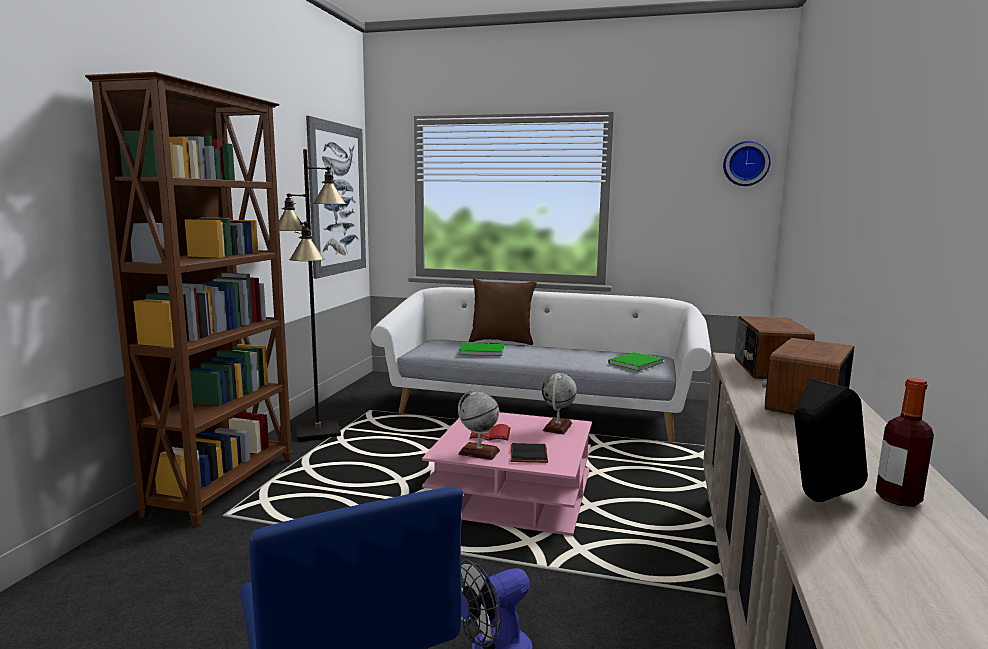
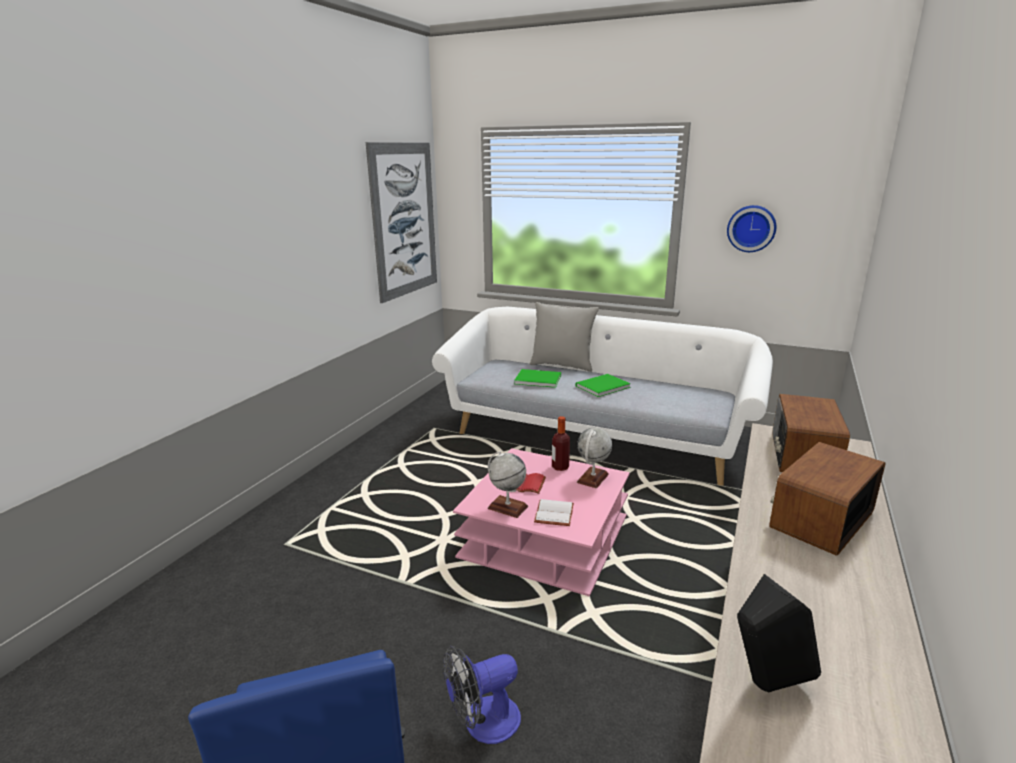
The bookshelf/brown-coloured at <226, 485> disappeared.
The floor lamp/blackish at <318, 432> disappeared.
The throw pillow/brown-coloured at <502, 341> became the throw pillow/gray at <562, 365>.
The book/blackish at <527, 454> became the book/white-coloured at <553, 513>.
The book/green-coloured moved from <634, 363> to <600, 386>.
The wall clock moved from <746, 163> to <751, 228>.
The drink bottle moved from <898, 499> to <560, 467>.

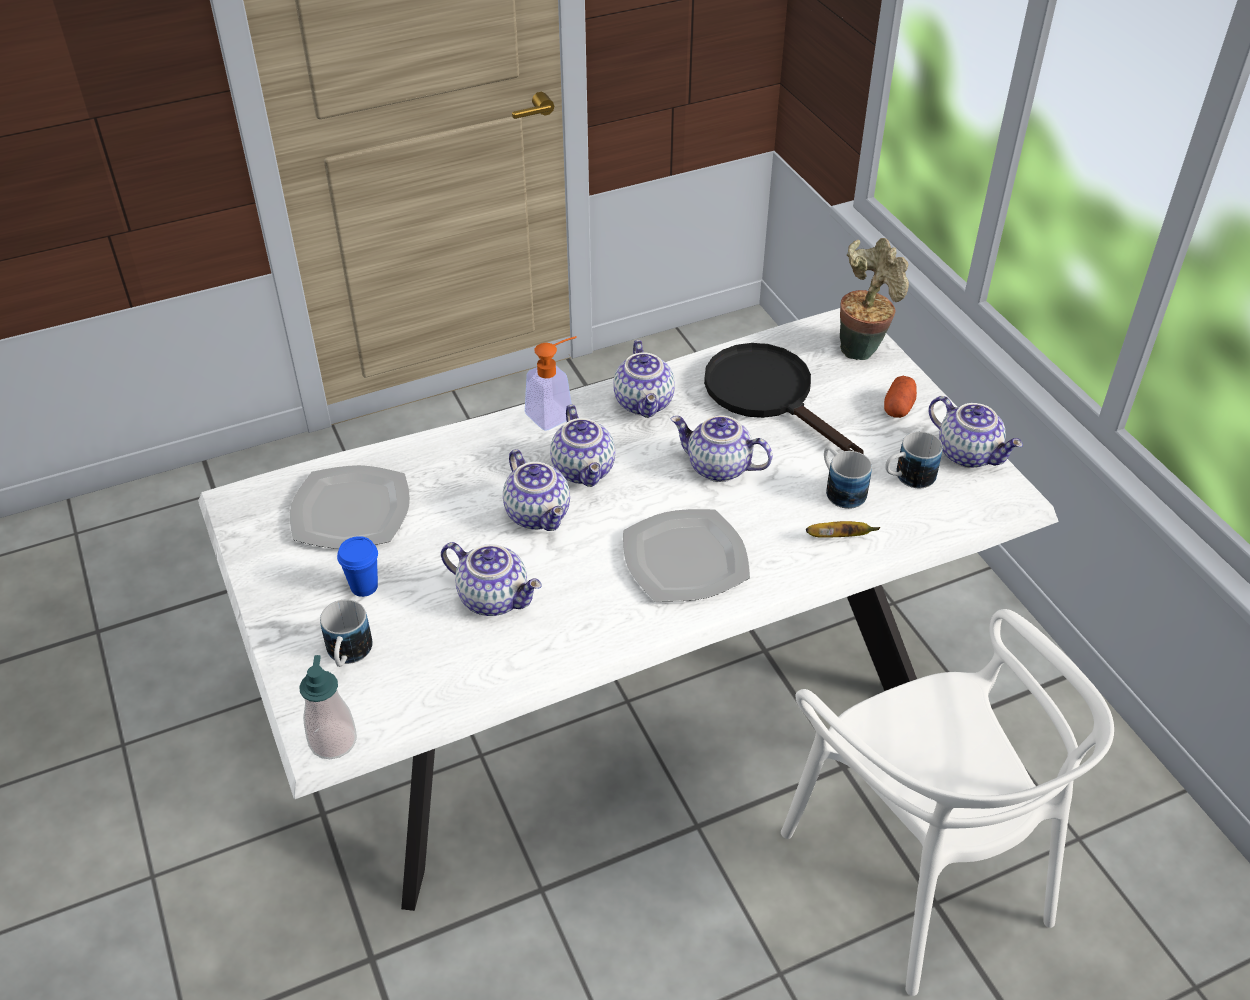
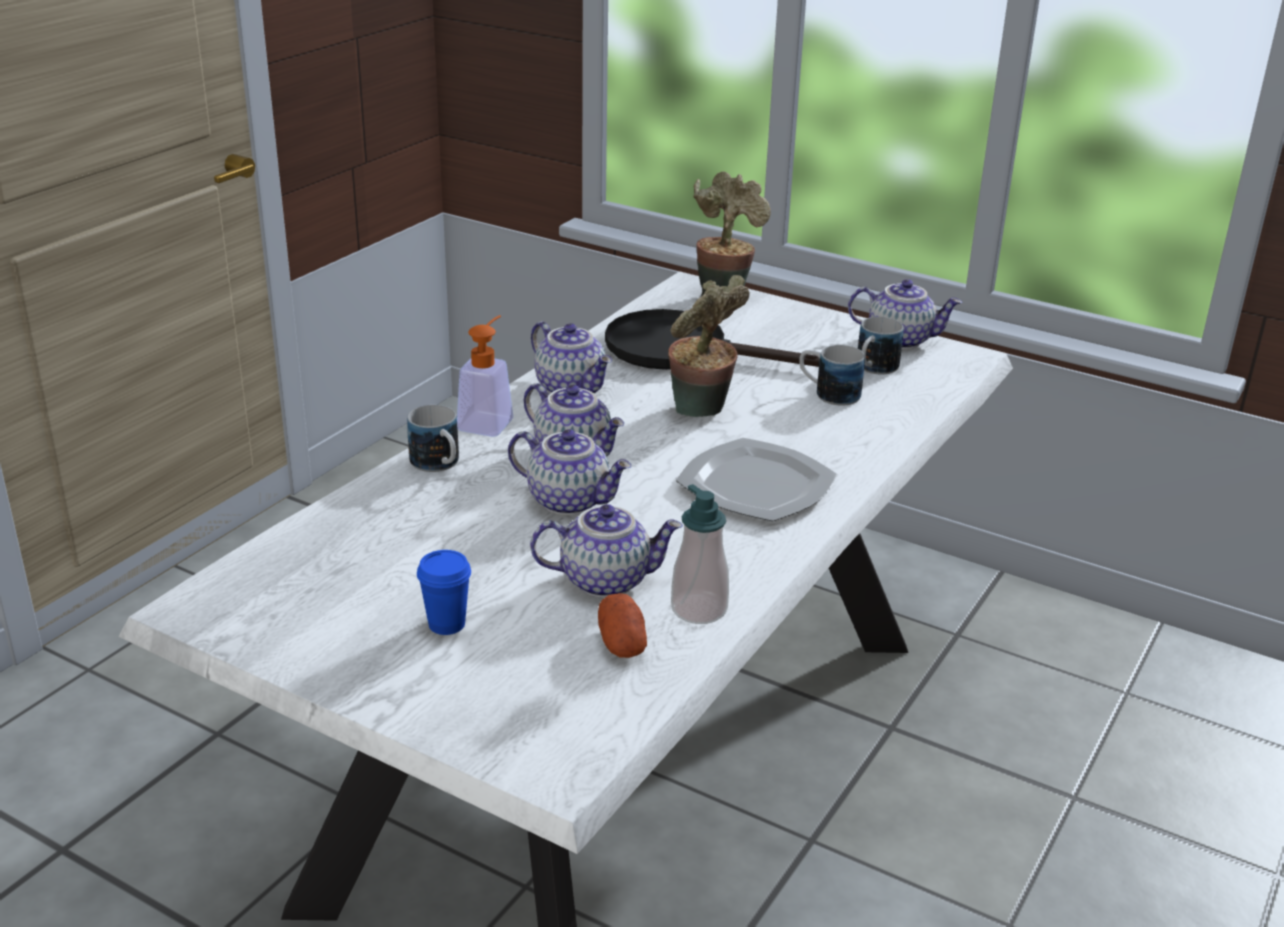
The dinner plate at <350, 510> disappeared.
The soap bottle moved from <333, 741> to <699, 609>.
The mug moved from <348, 655> to <439, 465>.
The teapot at <717, 468> was replaced by the plant in a pot at <702, 413>.
The plain chair/white-coloured at <919, 869> disappeared.
The banana fruit at <839, 537> disappeared.
The whole potato moved from <898, 407> to <622, 643>.

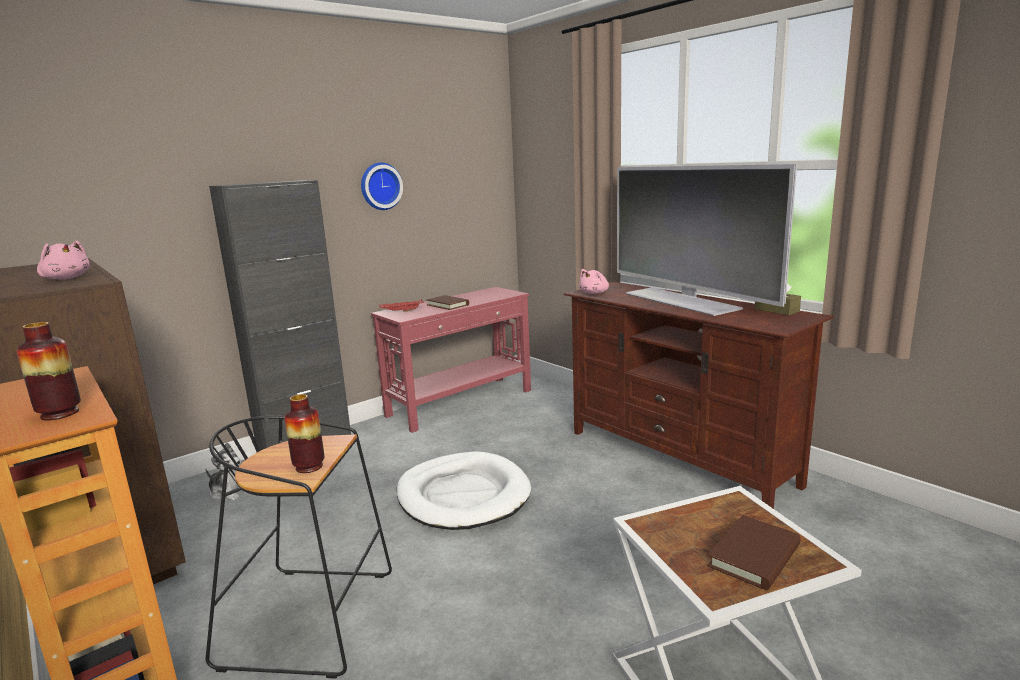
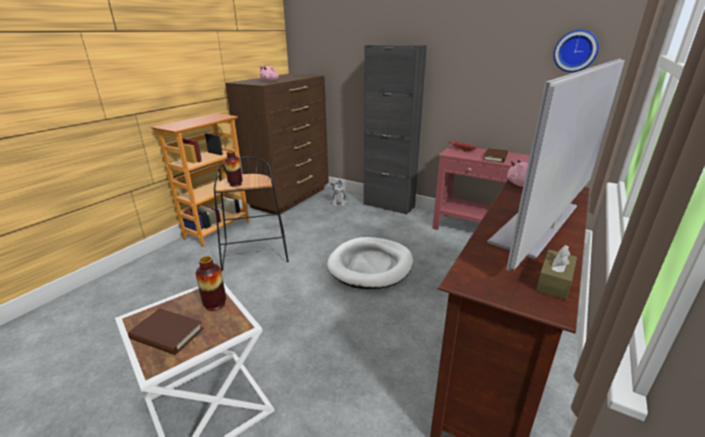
The decorative vase moved from <60, 414> to <215, 304>.
The wall clock moved from <380, 186> to <575, 51>.

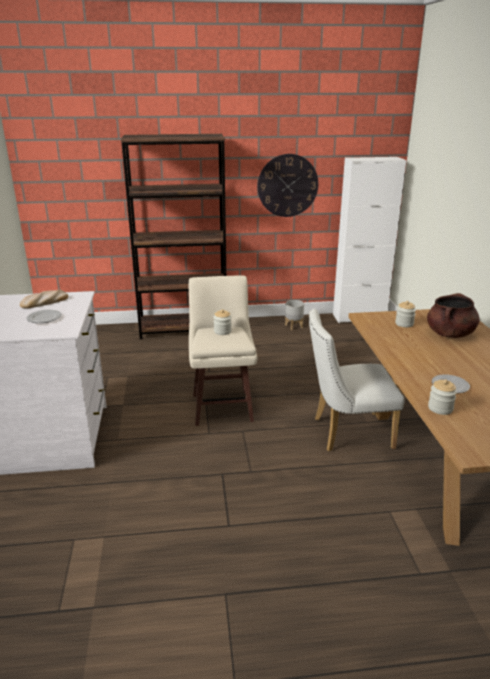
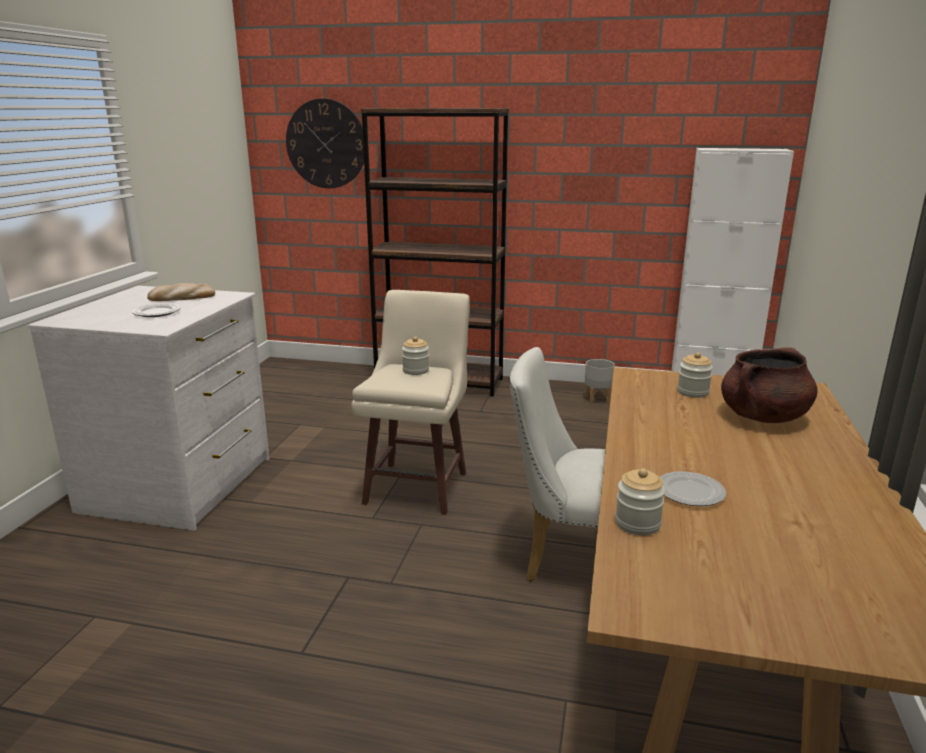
The wall clock moved from <287, 185> to <326, 144>.

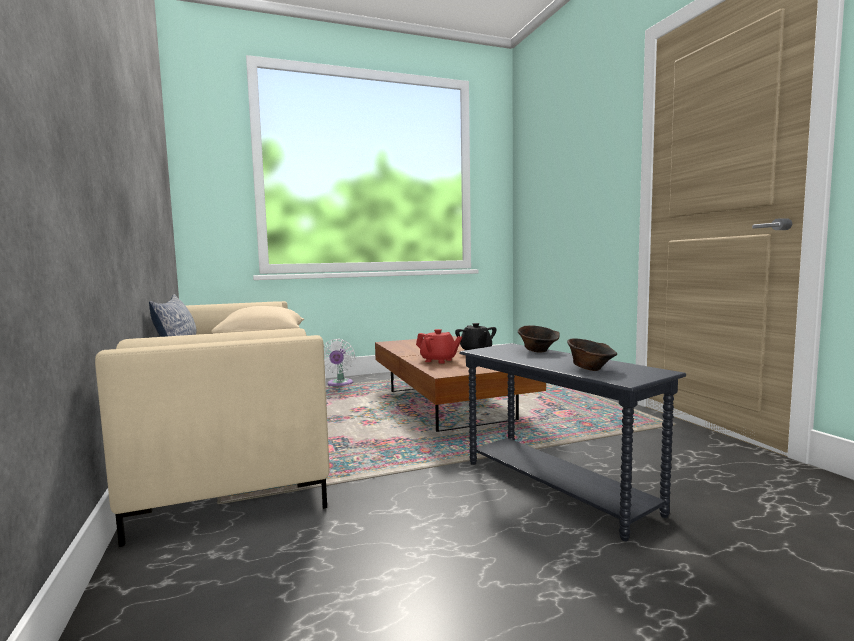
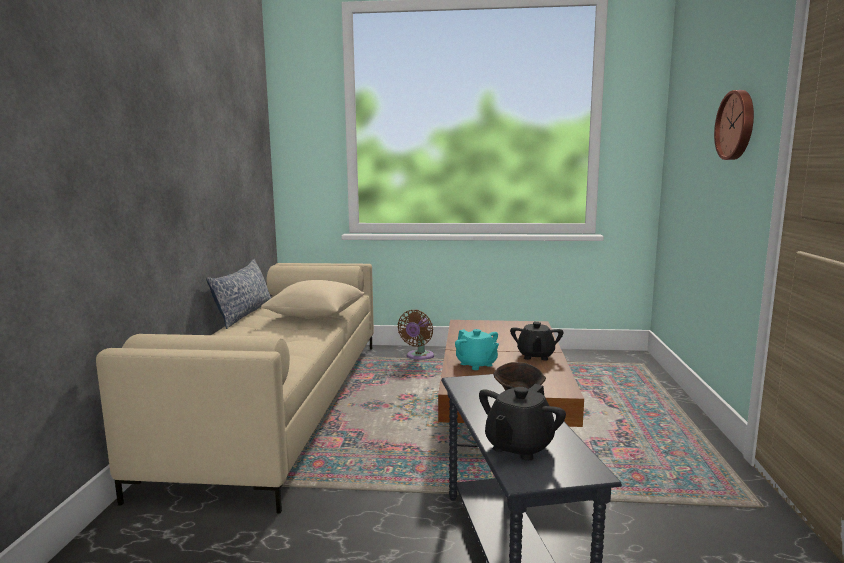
The electric fan/white-coloured at <339, 384> became the electric fan/brown-coloured at <418, 357>.
The teapot/red at <438, 360> became the teapot/turquoise at <476, 364>.
The deep dish/brown-coloured at <590, 369> was replaced by the teapot/blackish at <518, 446>.
The wall clock at <737, 125> appeared.

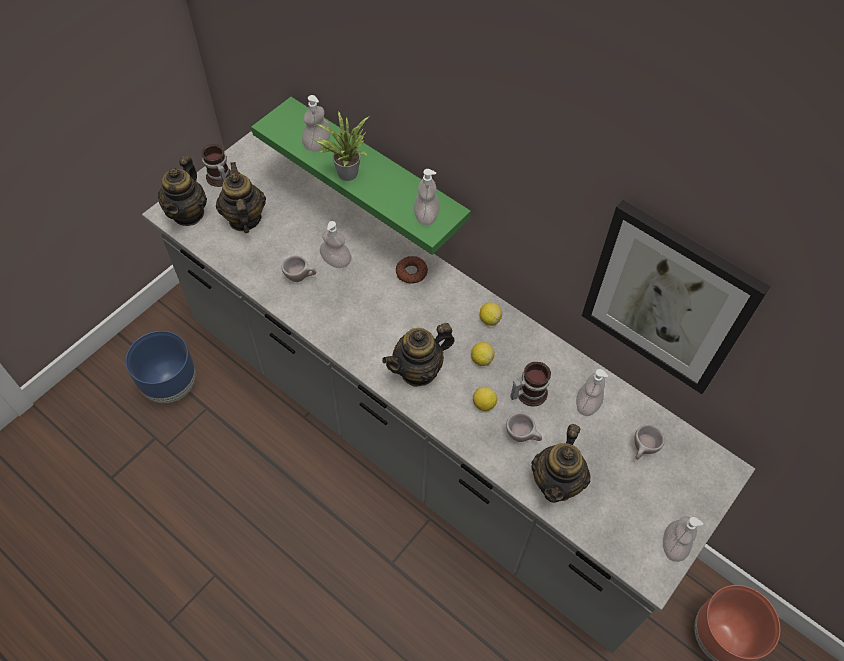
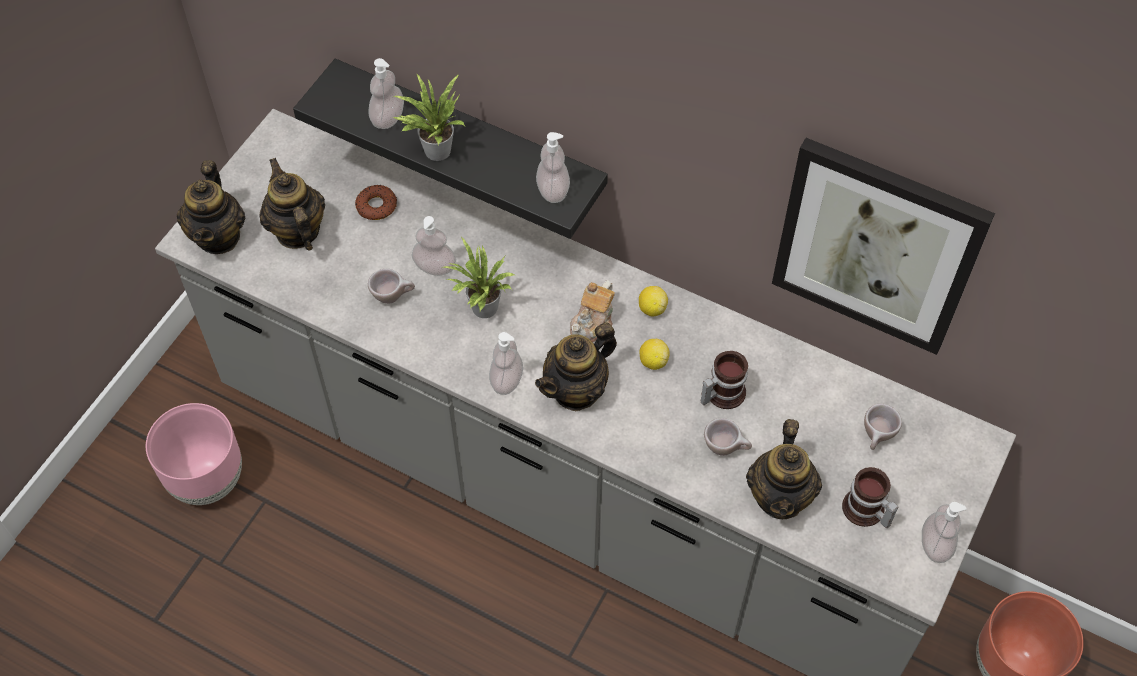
The flower pot/blue-coloured at <172, 385> became the flower pot/pinkish at <208, 479>.
The mug moved from <219, 179> to <865, 512>.
The bracket shelf/green-coloured at <377, 173> became the bracket shelf/blackish at <470, 142>.
The donut moved from <411, 272> to <376, 206>.
The citrus fruit at <483, 404> disappeared.
The soap bottle moved from <587, 404> to <506, 380>.
The plant in a pot at <481, 309> appeared.
The teapot at <593, 323> appeared.

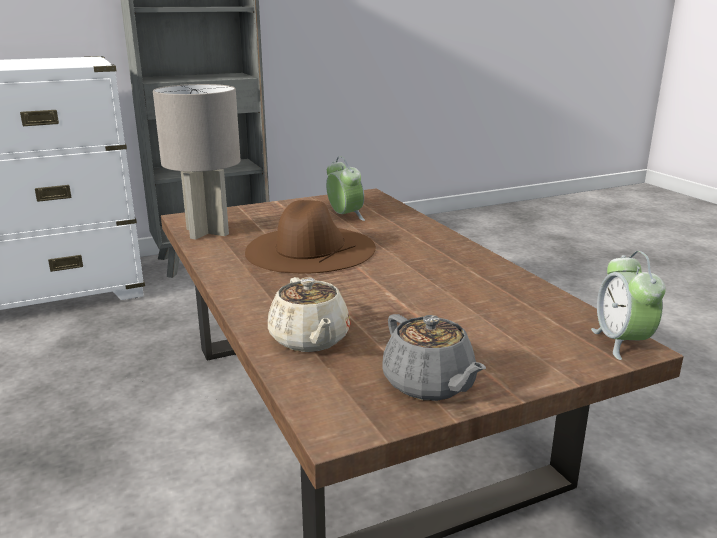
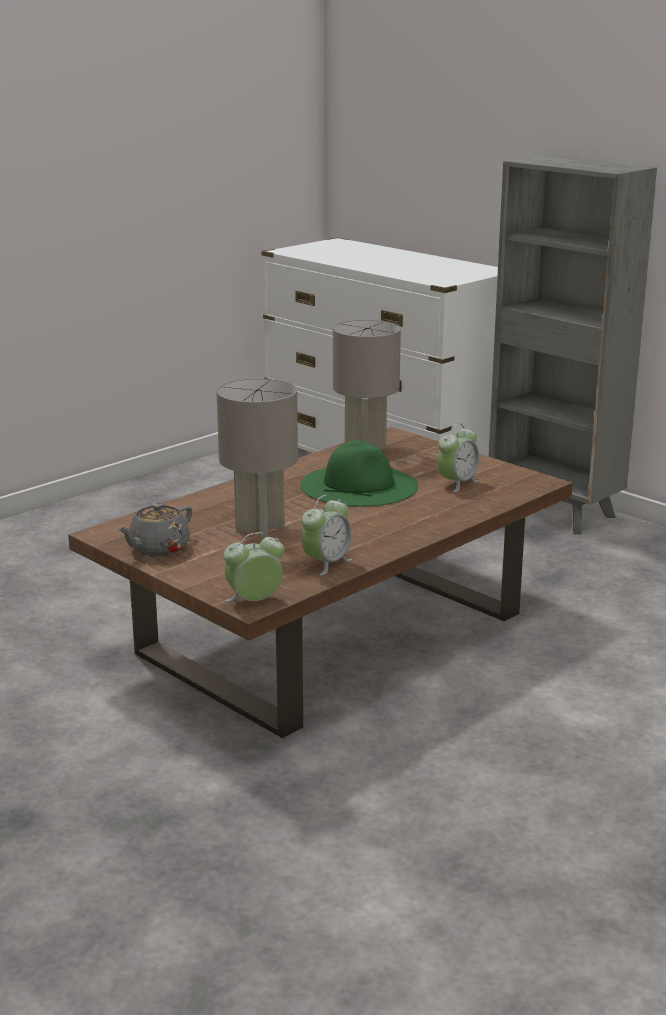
The hat/brown-coloured at <310, 249> became the hat/green-coloured at <359, 485>.
The teapot/beige-coloured at <310, 340> disappeared.
The lamp for a table/gray at <259, 528> appeared.
The alarm clock at <326, 563> appeared.

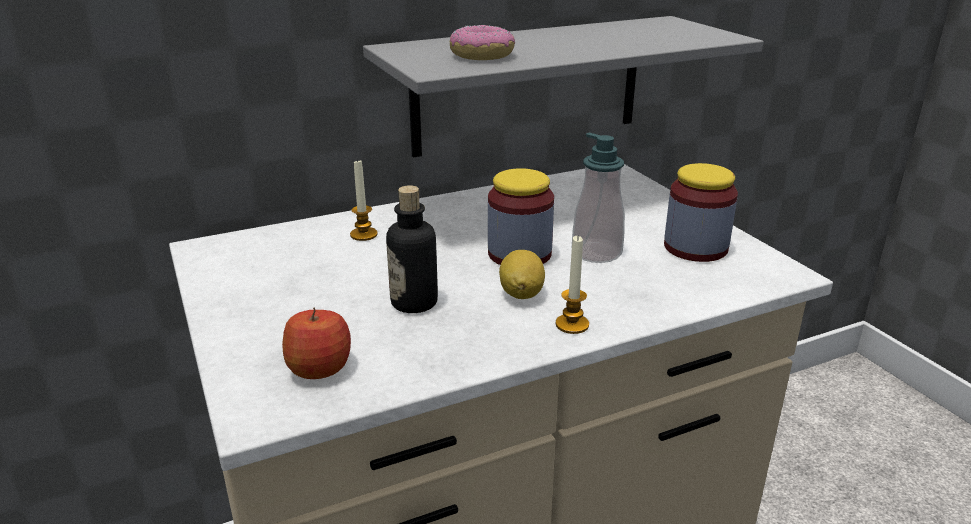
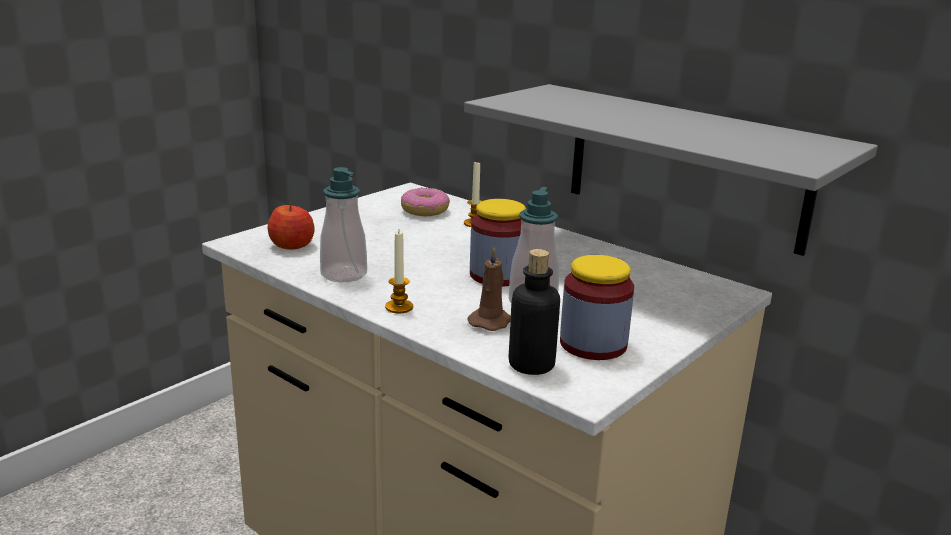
The drink bottle moved from <414, 302> to <531, 365>.
The donut moved from <482, 55> to <424, 211>.
The citrus fruit at <521, 293> disappeared.
The soap bottle at <344, 274> appeared.
The wax candle/brown-coloured at <491, 321> appeared.

